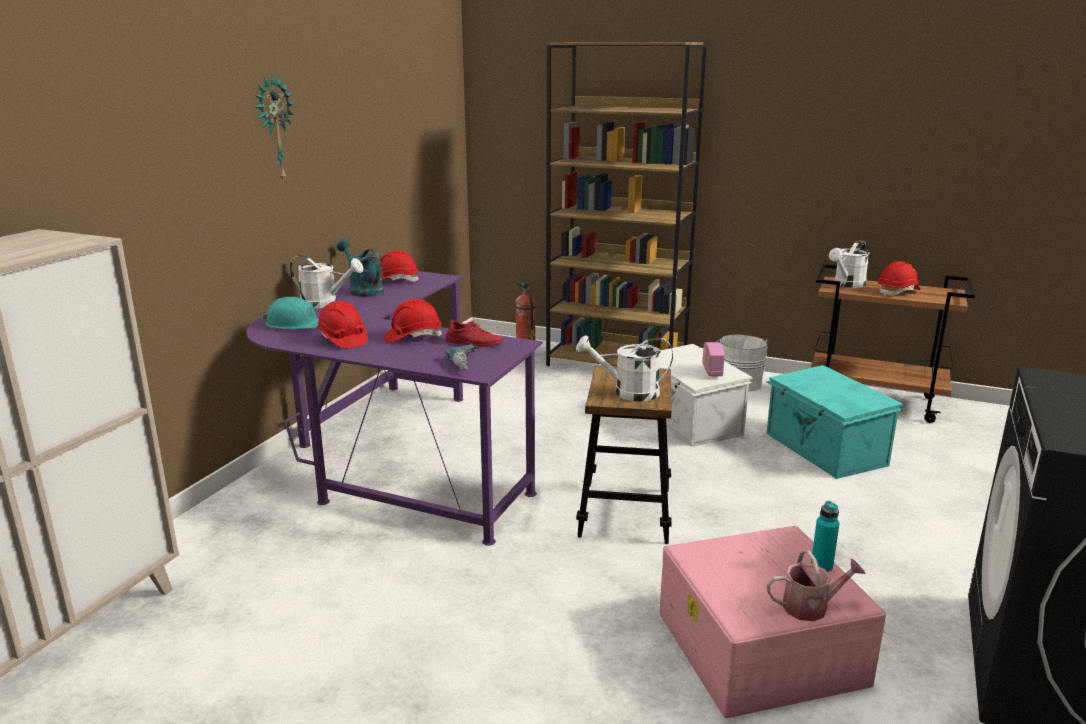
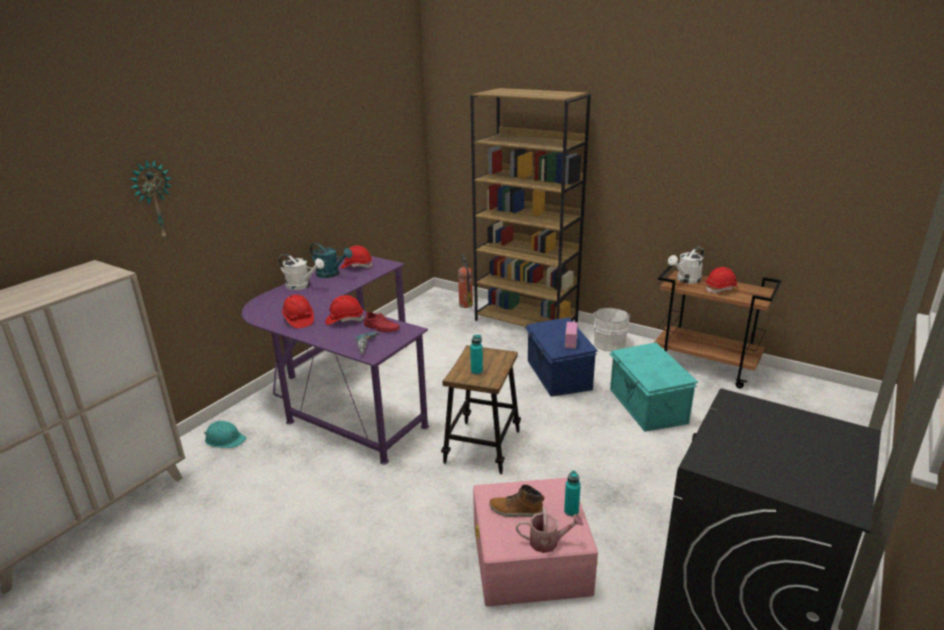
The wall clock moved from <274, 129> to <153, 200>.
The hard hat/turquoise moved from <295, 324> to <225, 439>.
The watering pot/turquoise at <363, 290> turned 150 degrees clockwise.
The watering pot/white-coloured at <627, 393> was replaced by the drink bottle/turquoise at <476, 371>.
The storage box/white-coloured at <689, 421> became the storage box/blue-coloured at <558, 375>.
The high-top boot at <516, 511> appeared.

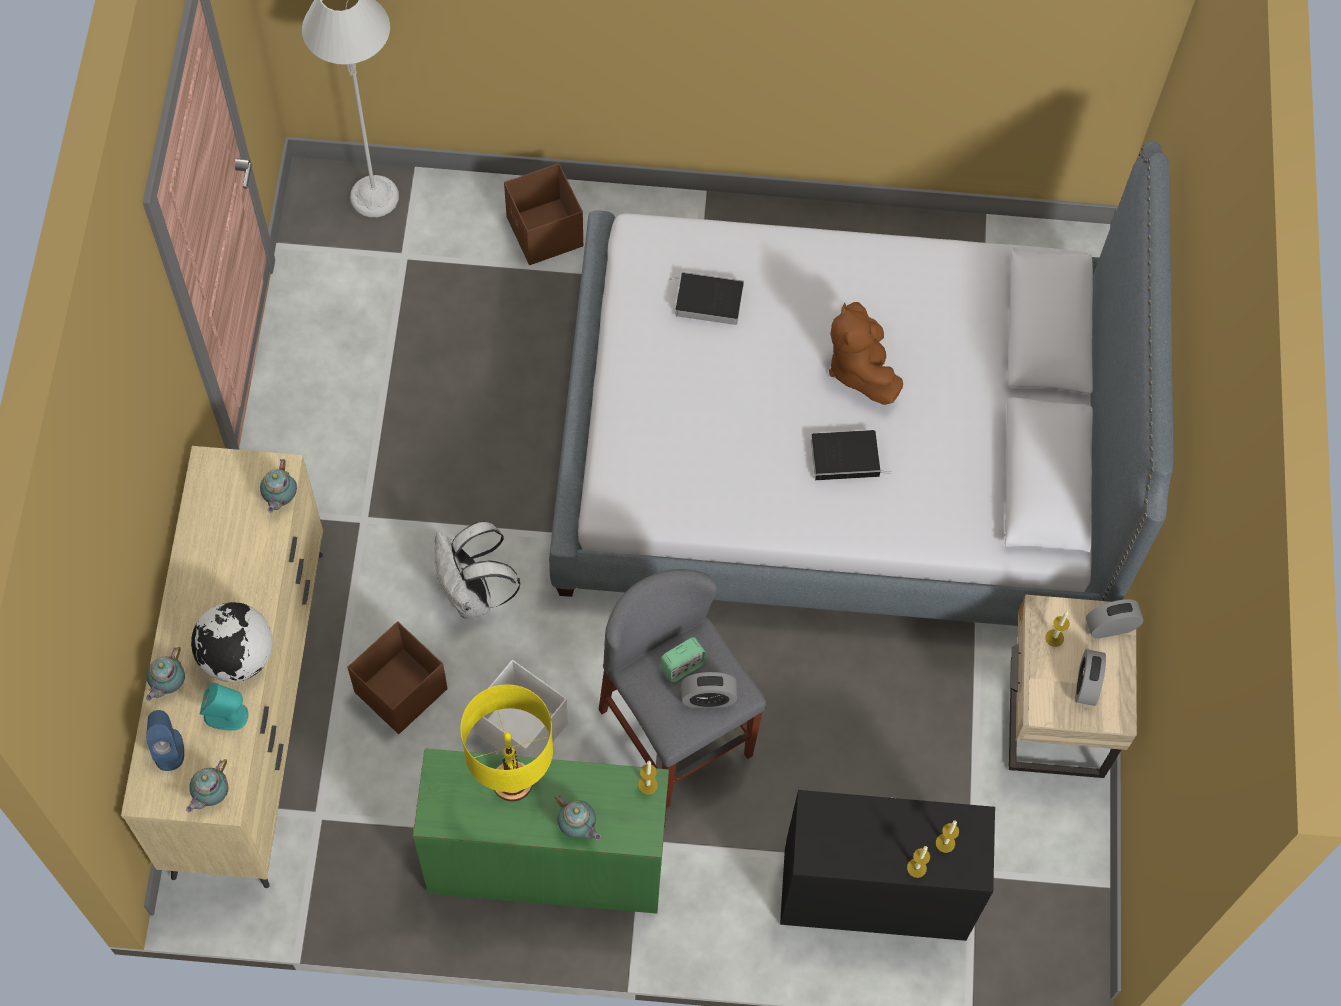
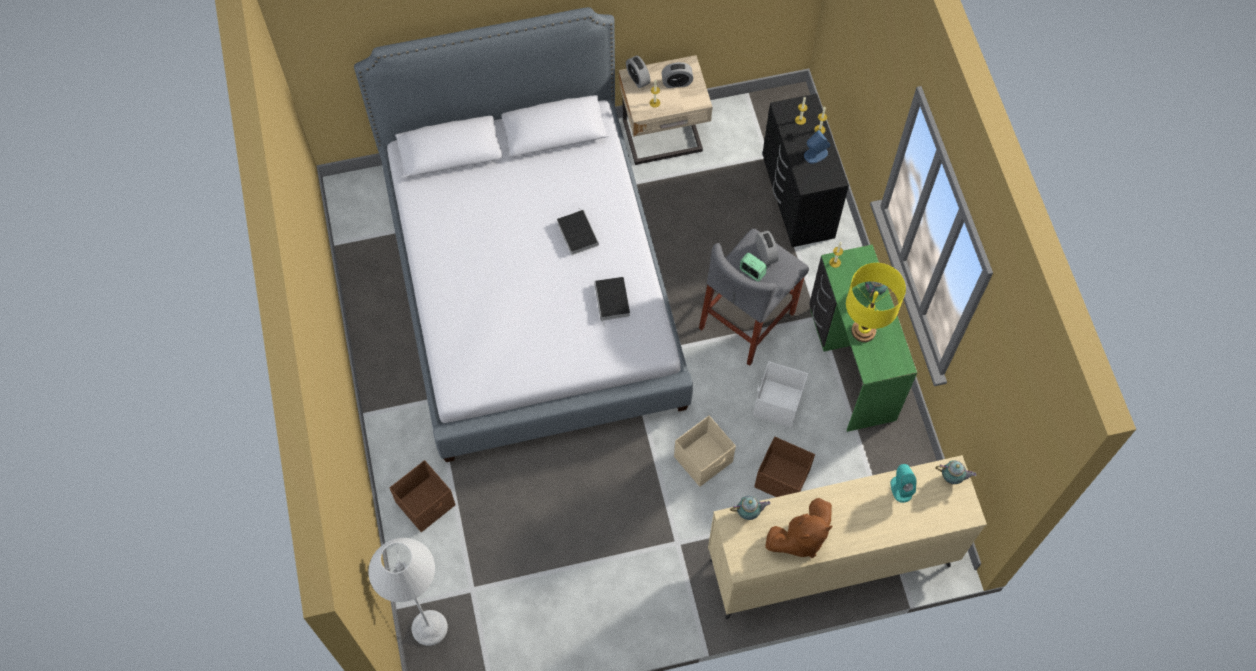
The teapot at <168, 685> disappeared.
The loudspeaker/blue-coloured moved from <168, 748> to <815, 154>.
The globe at <237, 657> disappeared.
The knapsack/white-coloured at <473, 595> was replaced by the storage box/beige-coloured at <704, 459>.
The book moved from <706, 301> to <612, 301>.
The plush toy/brown-coloured moved from <860, 368> to <799, 538>.

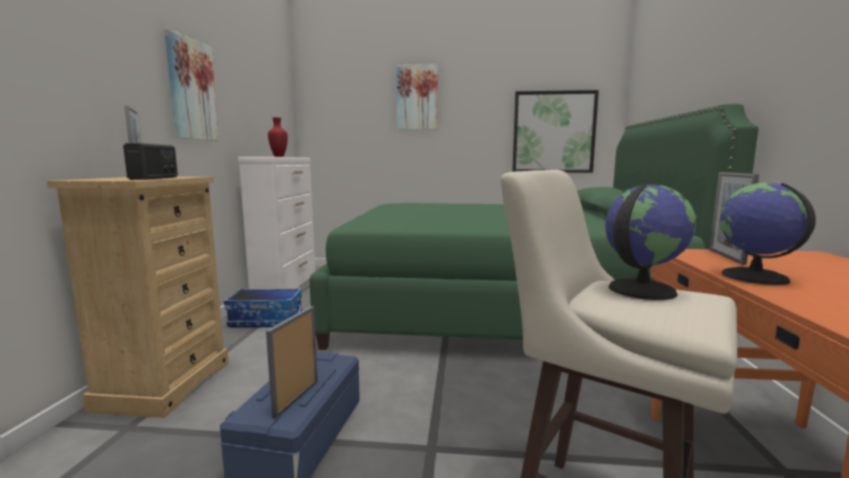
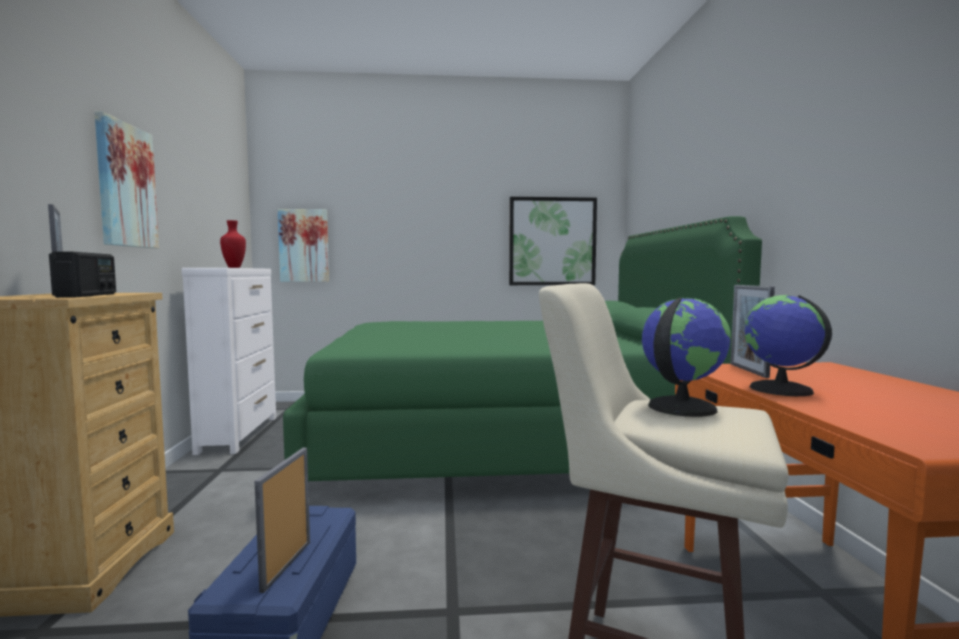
The storage box at <267, 320> disappeared.
The wall art moved from <417, 97> to <304, 245>.

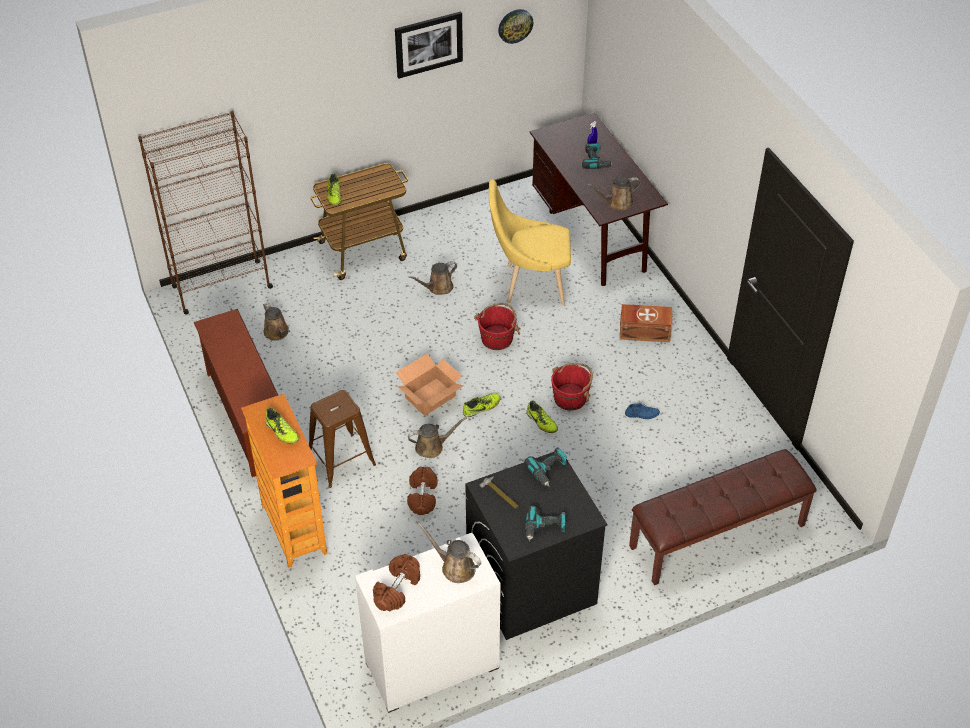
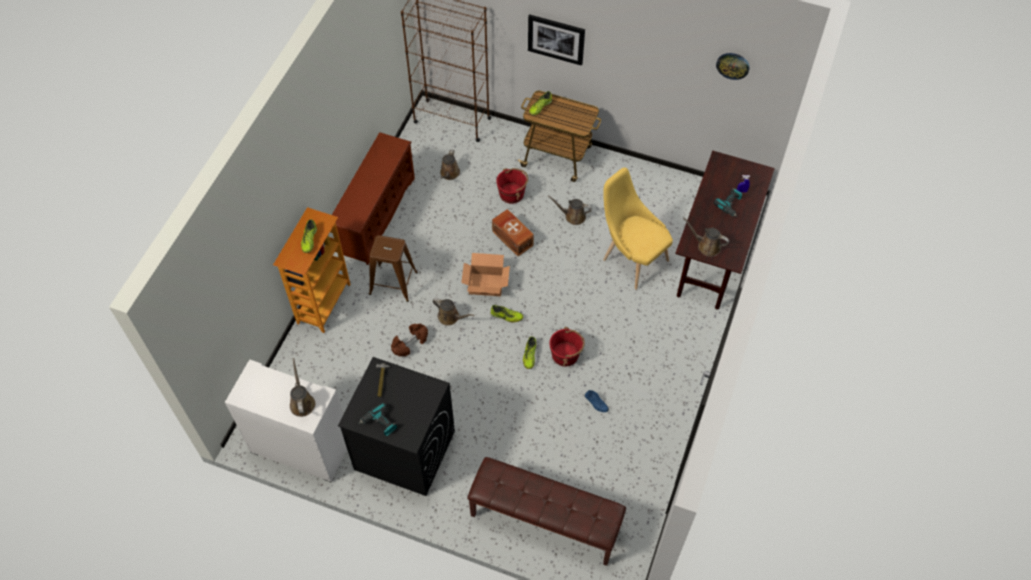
The hand weight/brown-coloured at <397, 589> disappeared.
The wall art moved from <428, 44> to <556, 39>.
The water bucket/red moved from <497, 338> to <512, 193>.
The electric drill at <548, 470> disappeared.
The storage box/brown-coloured moved from <644, 331> to <512, 237>.

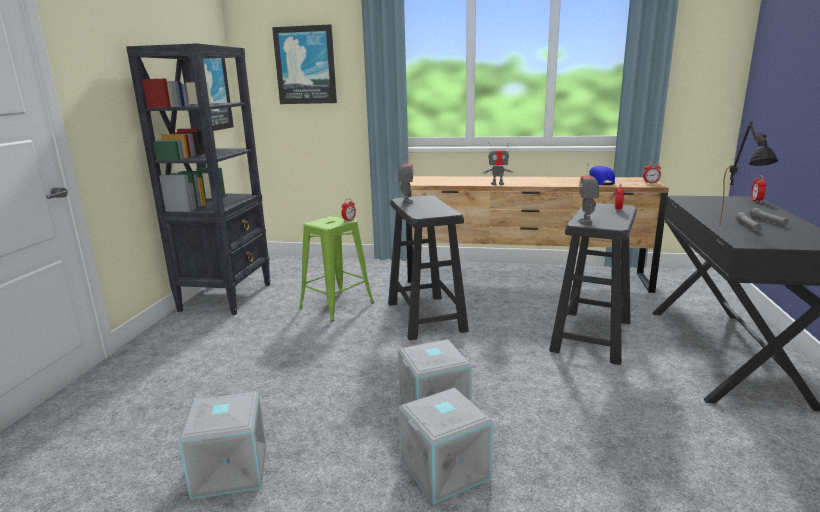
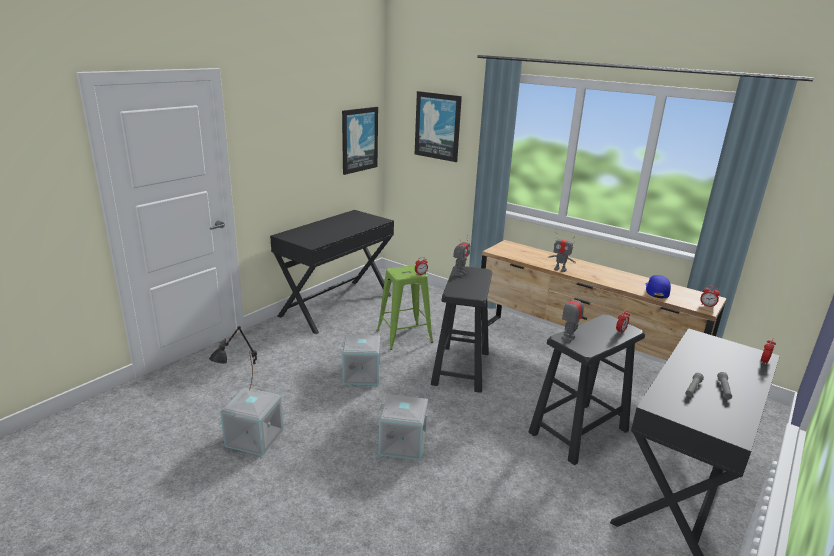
The bookshelf/blackish at <227, 297> was replaced by the desk unit/blackish at <336, 305>.
The storage box/gray moved from <444, 469> to <362, 374>.
The lamp for a table/blackish moved from <738, 232> to <239, 400>.

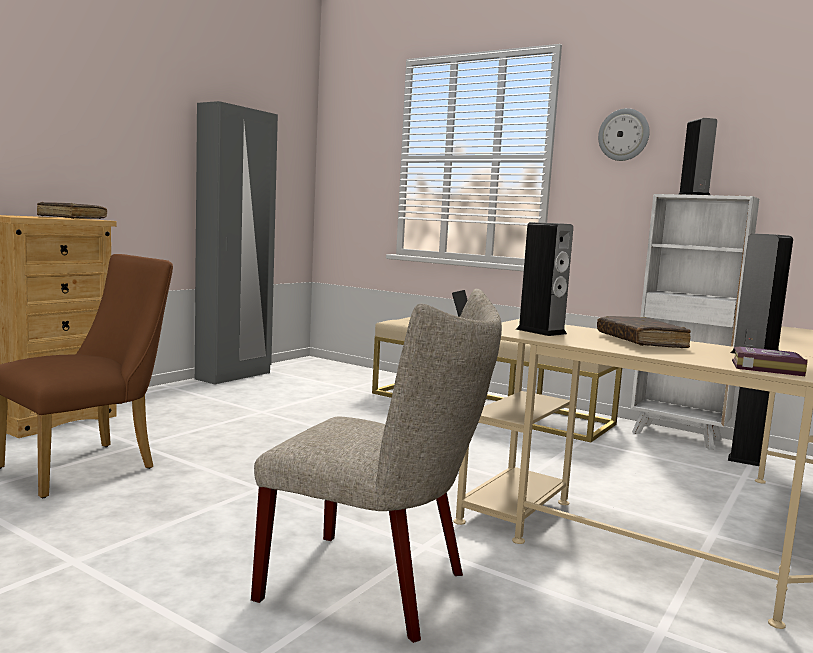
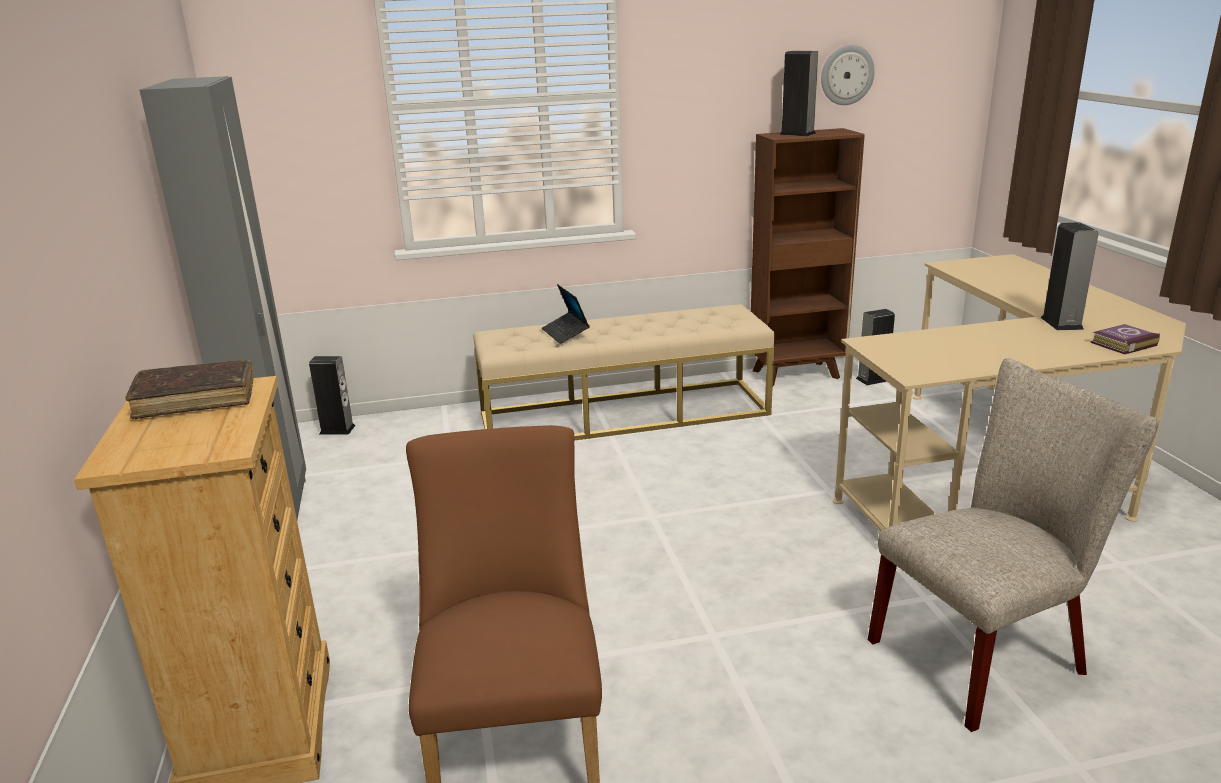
The loudspeaker moved from <541, 331> to <337, 430>.
The book/brown-coloured at <640, 341> disappeared.
The wall clock moved from <623, 135> to <846, 75>.
The bookshelf/white-coloured at <678, 436> became the bookshelf/brown-coloured at <797, 374>.

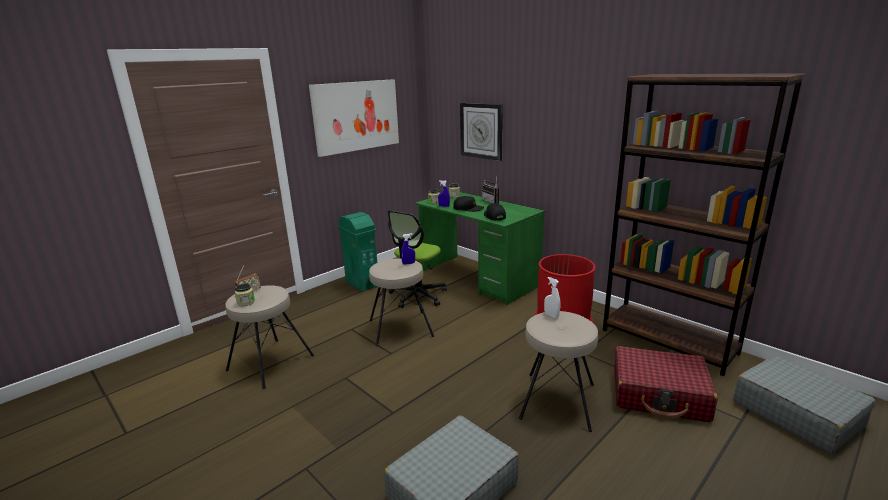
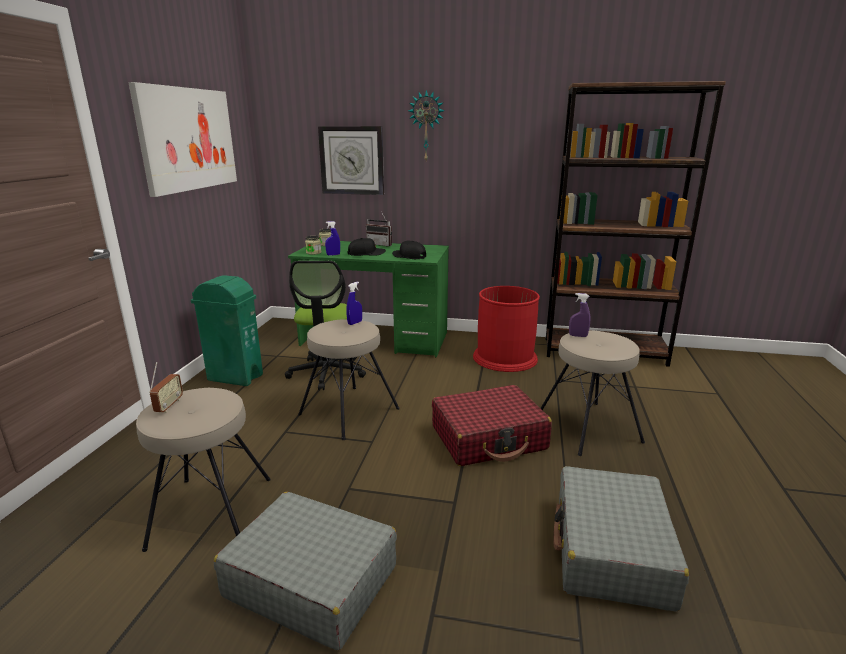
The preserve jar at <246, 302> disappeared.
The sprayer/white-coloured at <551, 315> became the sprayer/purple-coloured at <578, 336>.
The piece of luggage/red moved from <659, 395> to <489, 438>.
The piece of luggage/gray moved from <796, 413> to <311, 580>.
The wall clock at <426, 126> appeared.

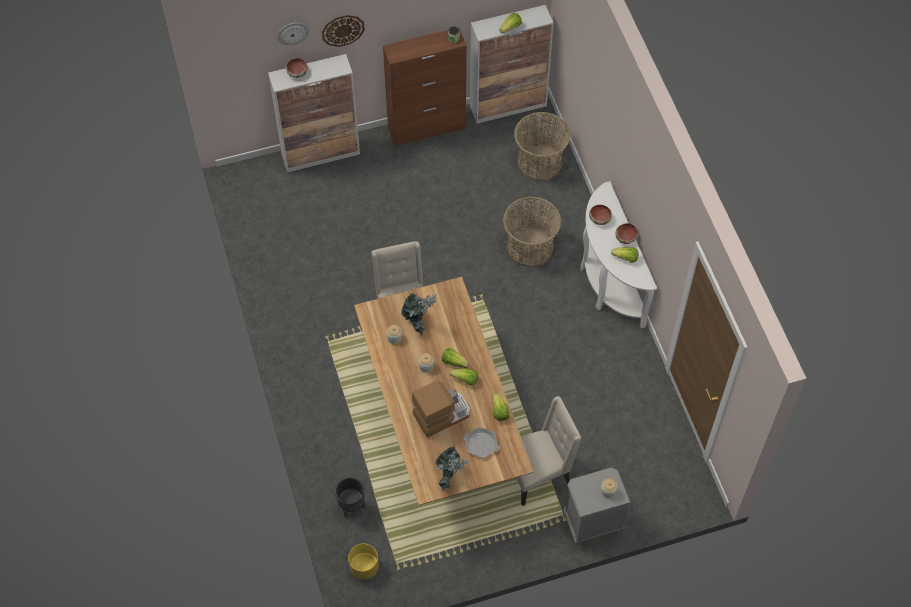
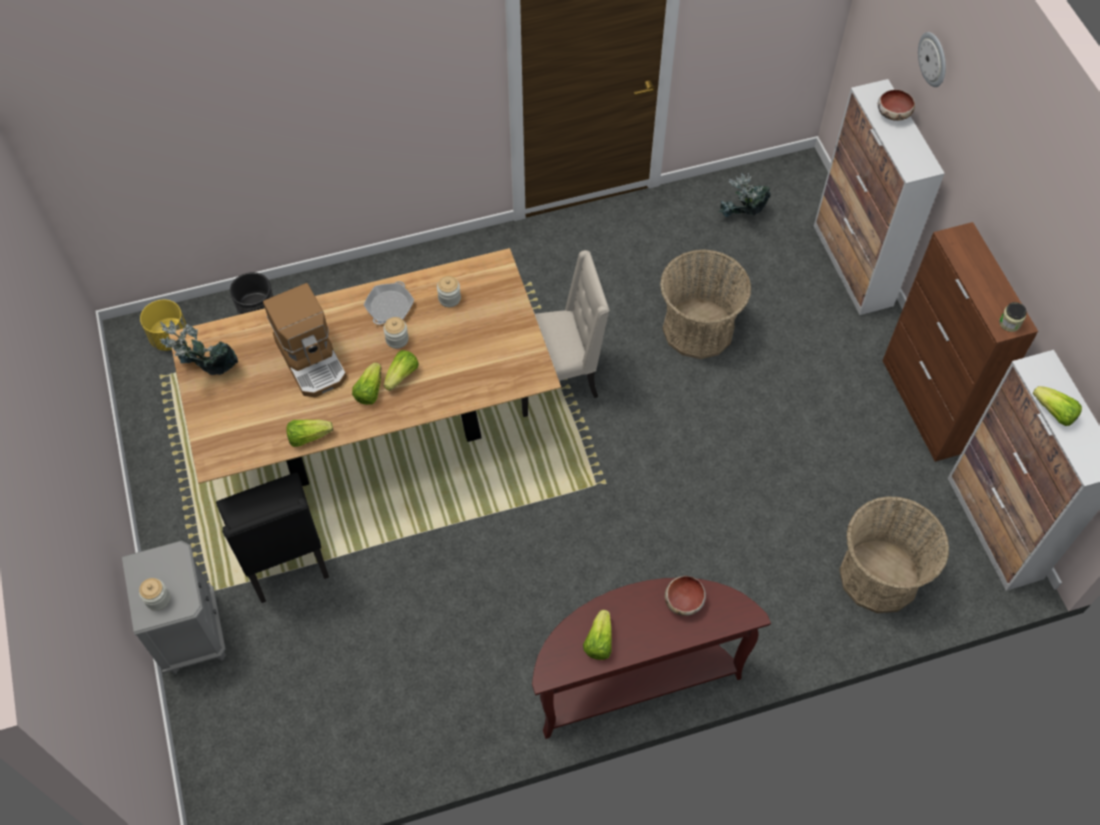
The wall clock at <343, 30> disappeared.
The plant in a pot moved from <418, 322> to <741, 217>.
The skillet moved from <481, 444> to <389, 306>.
The basket moved from <530, 247> to <698, 329>.
The plain chair/beige-coloured at <537, 474> became the plain chair/blackish at <284, 557>.
The narrow table/white-coloured at <608, 282> became the narrow table/brown-coloured at <634, 680>.
The deep dish at <625, 237> disappeared.

